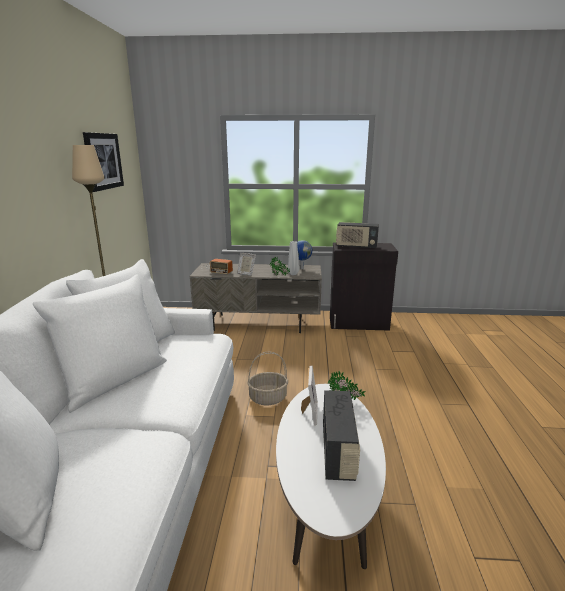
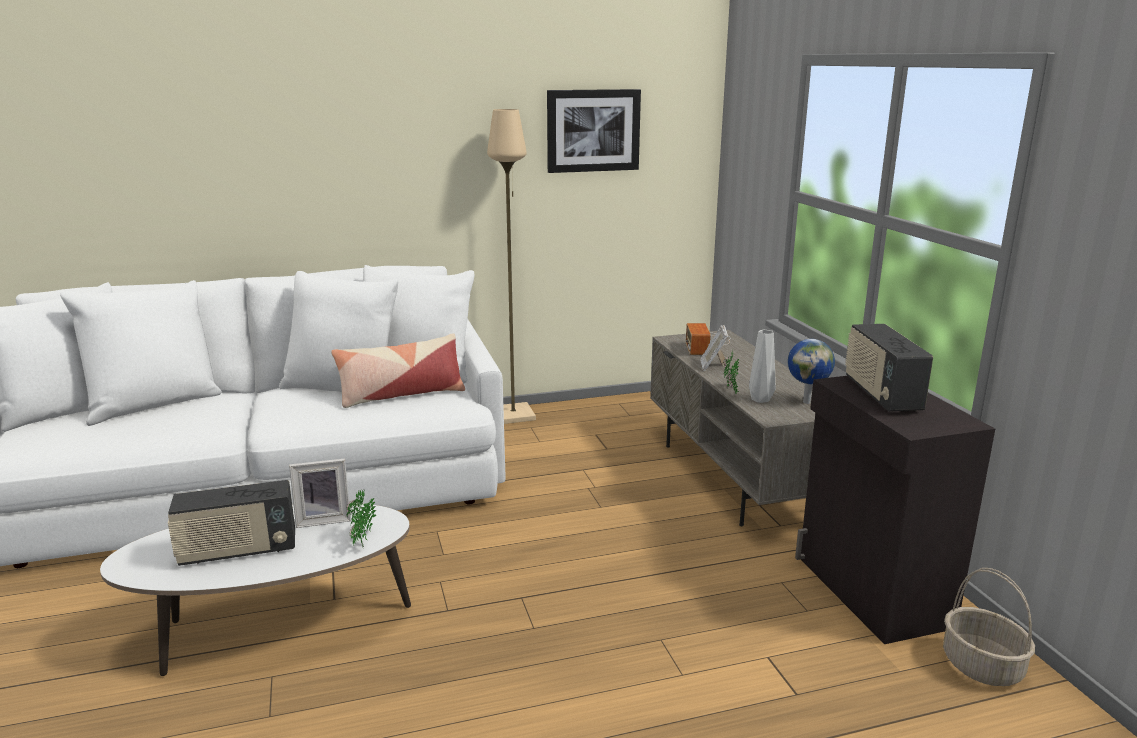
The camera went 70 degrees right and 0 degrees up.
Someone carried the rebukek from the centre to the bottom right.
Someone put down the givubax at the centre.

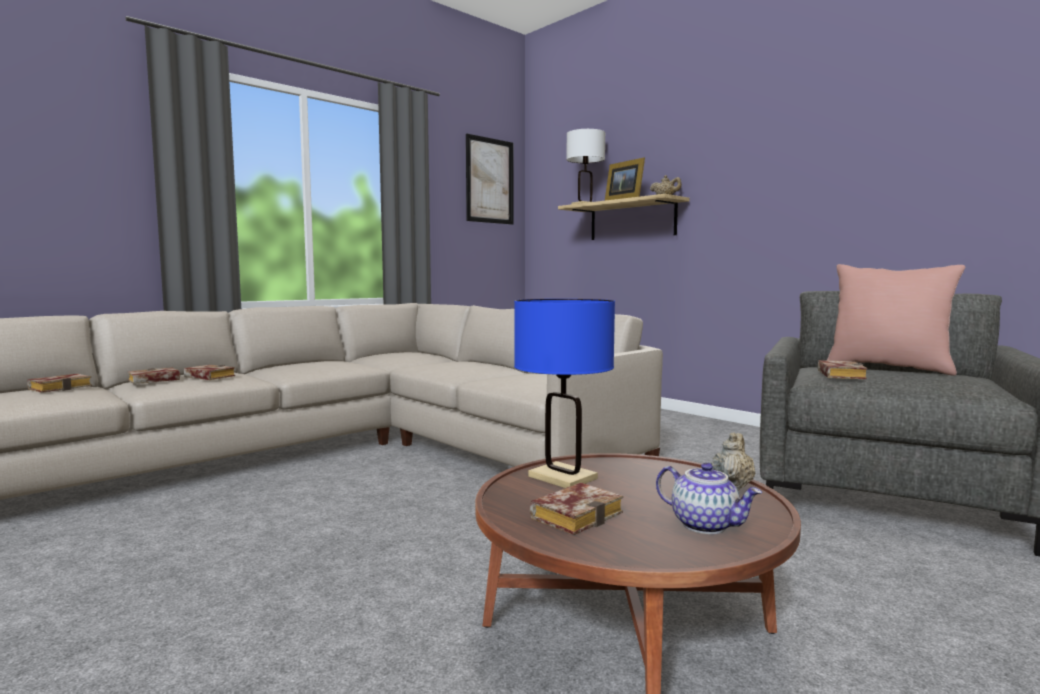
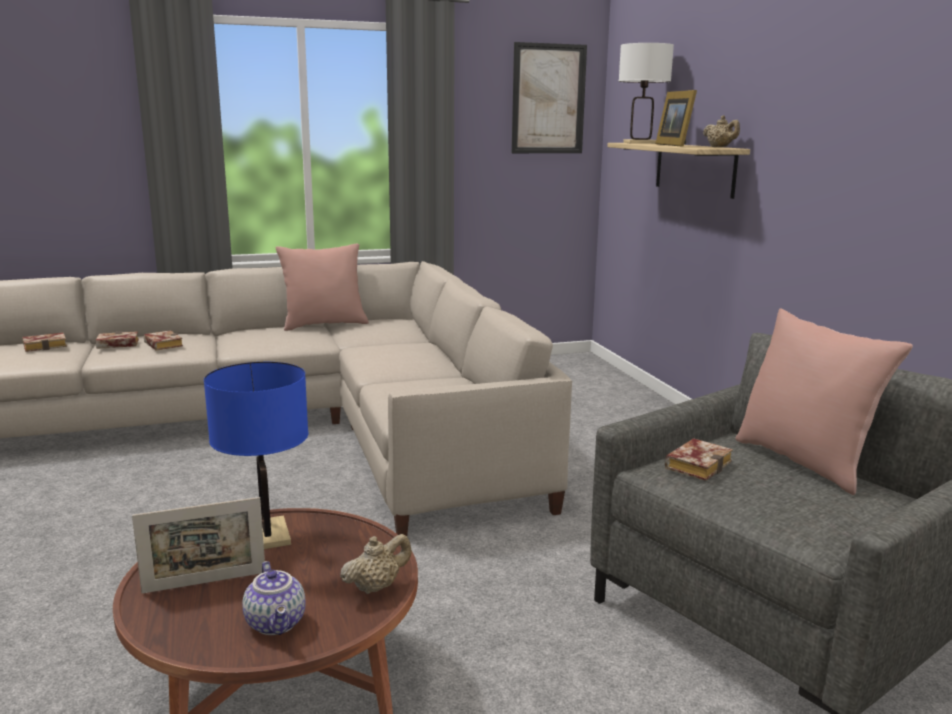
The camera went 25 degrees right and 10 degrees up.
Someone swapped the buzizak (4th from left) at the bottom centre for the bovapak (1st from left) at the bottom left.
Someone put down the pink givubax (1st from left) at the centre.

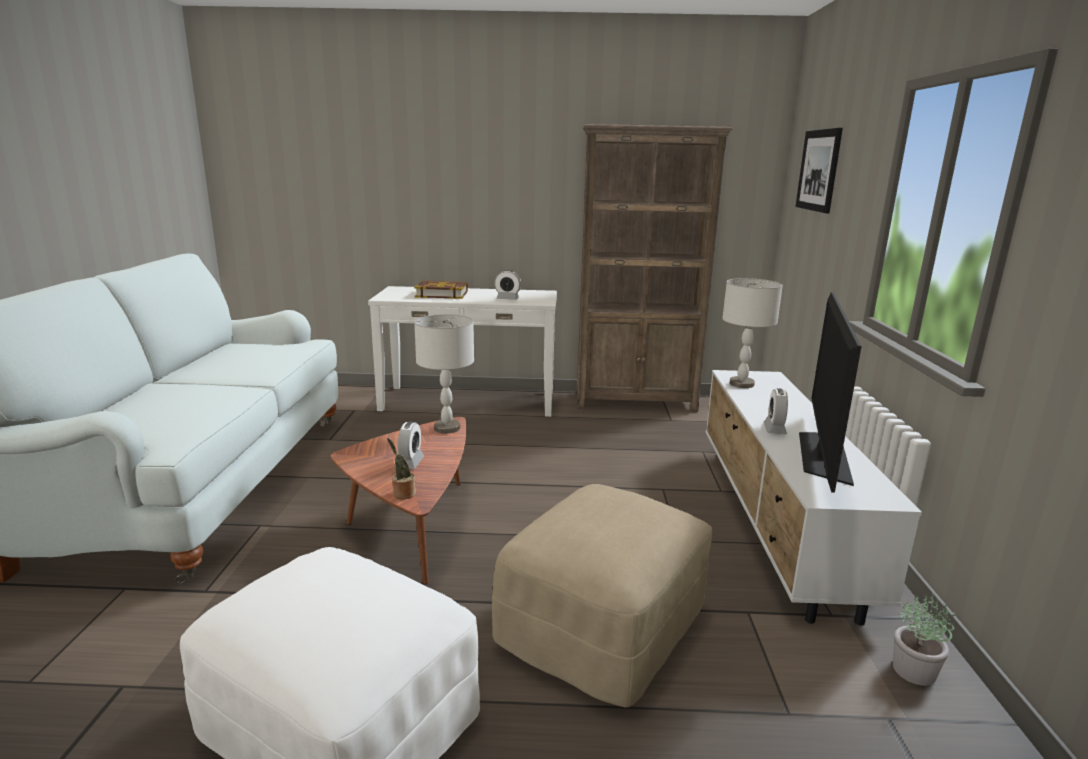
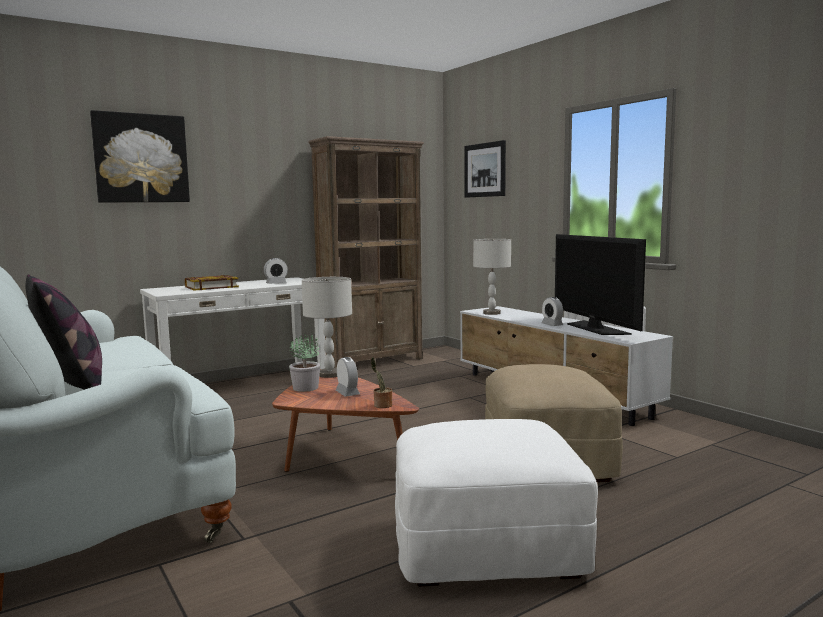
The camera went 35 degrees left and 10 degrees down.
Someone carried the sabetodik (2nd from left in the first image) from the bottom right to the centre.
Someone put up the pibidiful (1st from left) at the top left.
Someone put down the givubax at the middle left.

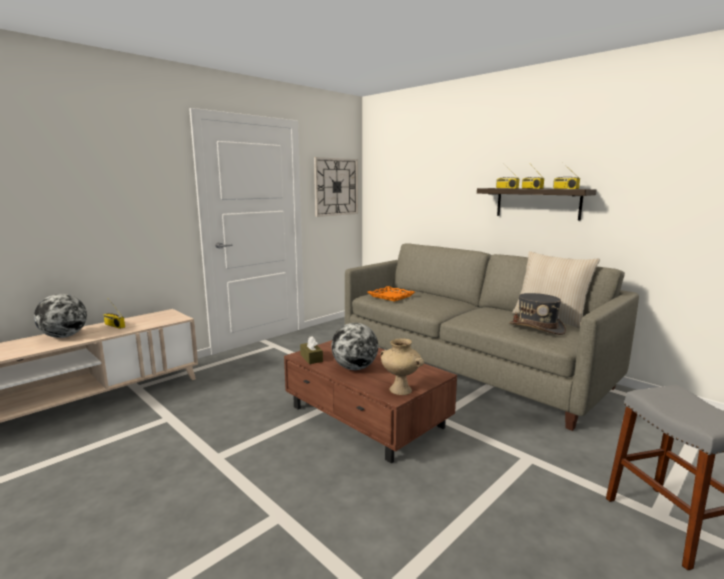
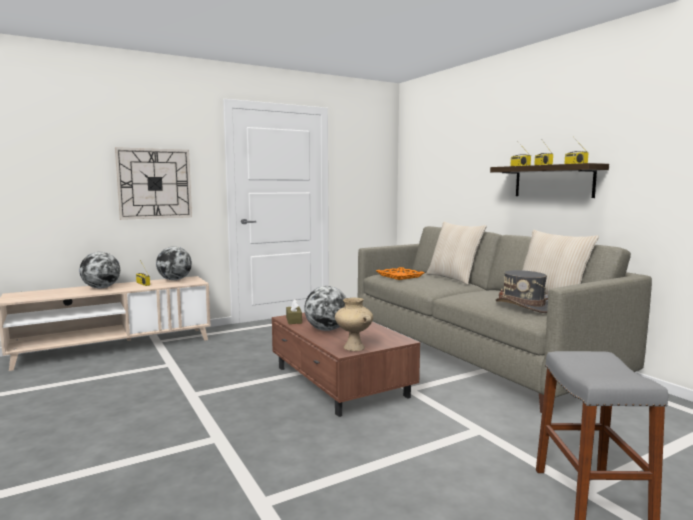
The camera went 15 degrees right and 5 degrees down.
Someone carried the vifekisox from the top centre to the middle left.
Someone put down the beige givubax (1st from left) at the centre.
Someone put down the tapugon (2nd from left) at the middle left.

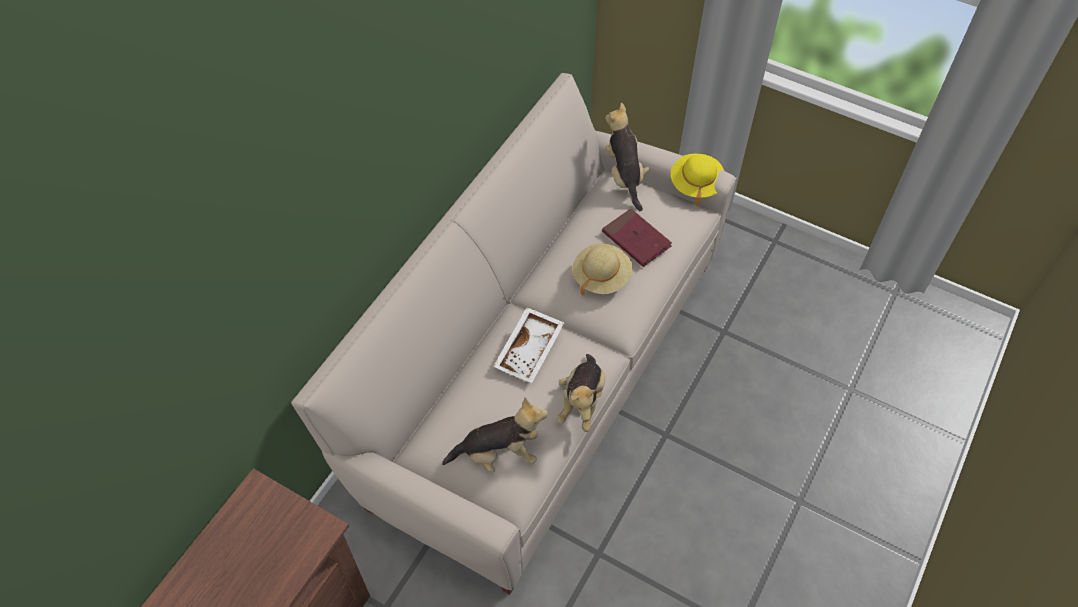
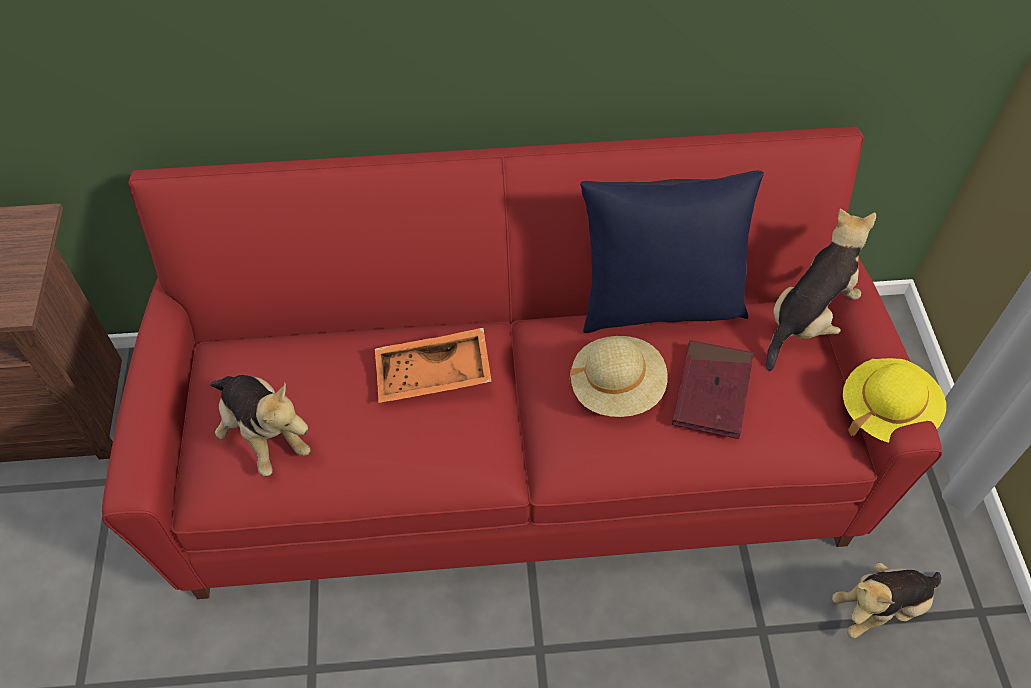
The camera went 55 degrees right and 0 degrees up.
Someone repainted the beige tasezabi at the centre, which became the red tasezabi at the centre.
Someone repainted the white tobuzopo at the centre, which became the orange tobuzopo at the centre.
Someone carried the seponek (2nd from left in the first image) from the centre to the bottom right.
Someone put down the blue givubax at the centre.

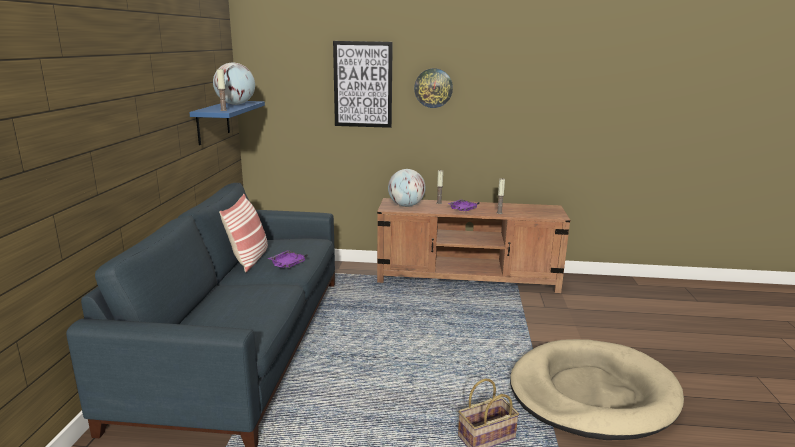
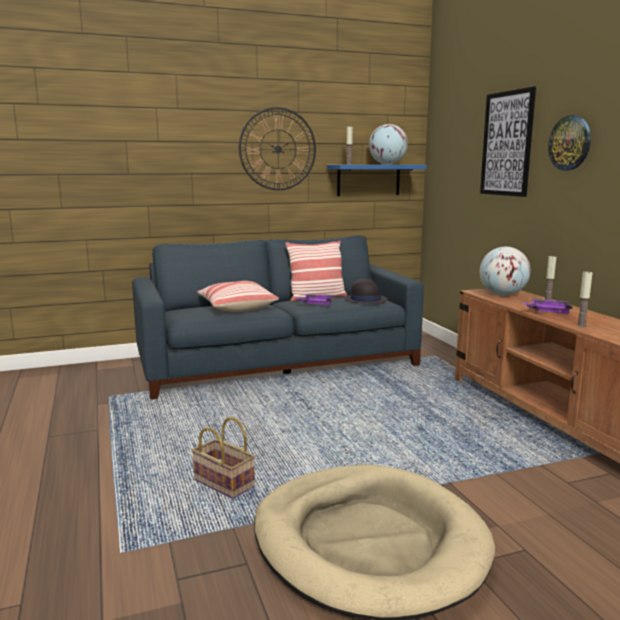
The camera went 65 degrees right and 5 degrees down.
Someone put up the vifekisox (1st from left) at the top centre.
Someone put down the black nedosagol at the centre.
Someone put down the givubax (1st from left) at the centre.

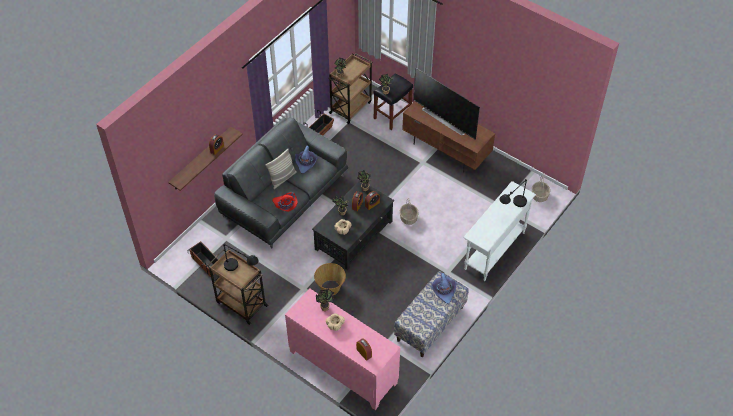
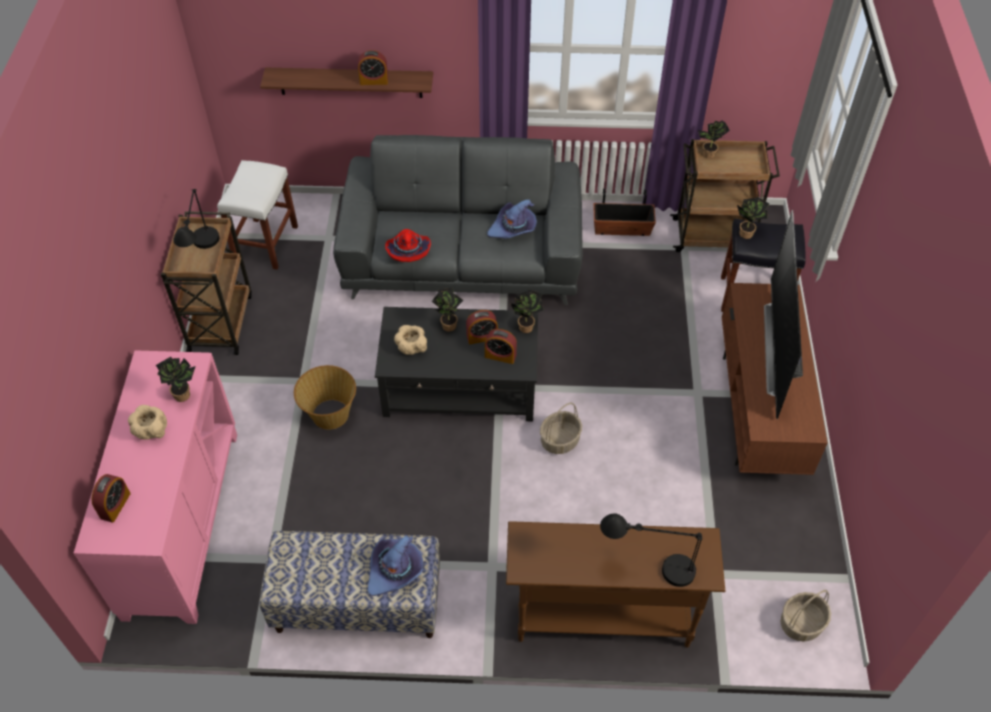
The camera went 55 degrees right and 0 degrees up.
Someone took away the givubax at the centre.
Someone repainted the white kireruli at the middle right, which became the brown kireruli at the bottom centre.
Someone swapped the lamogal (1st from left) at the middle left for the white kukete at the top left.

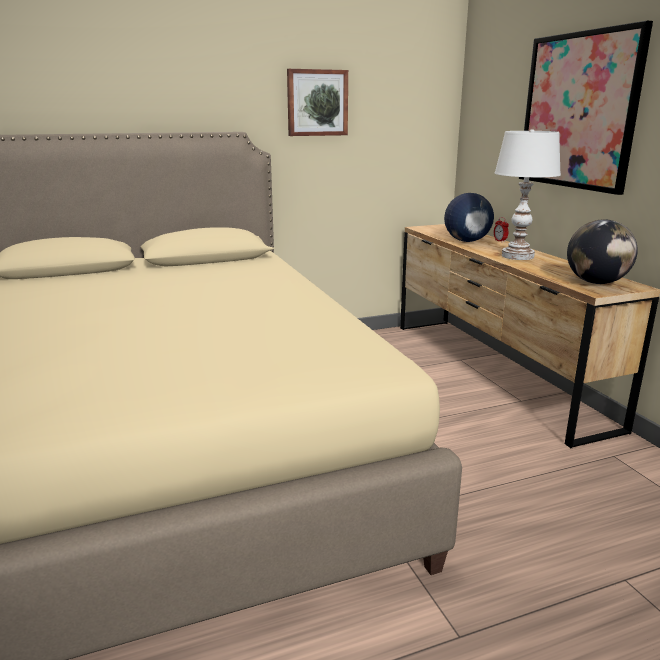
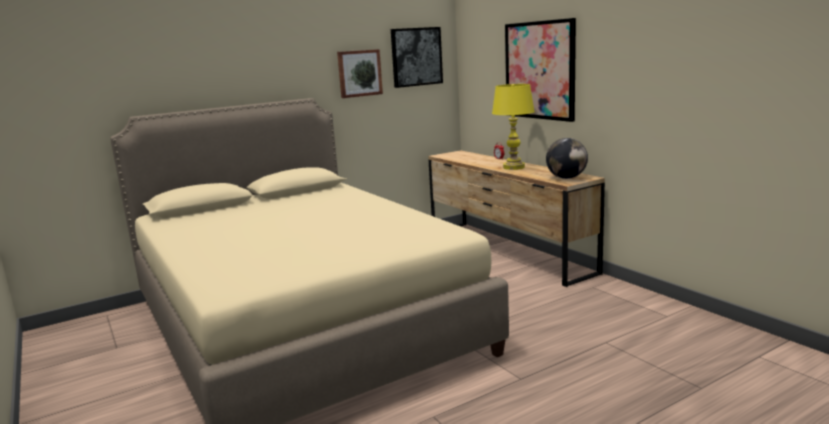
The camera went 10 degrees left and 5 degrees down.
Someone repainted the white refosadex at the top right, which became the yellow refosadex at the top centre.
Someone took away the tapugon (1st from left) at the top right.
Someone put up the pibidiful (2nd from left) at the top centre.

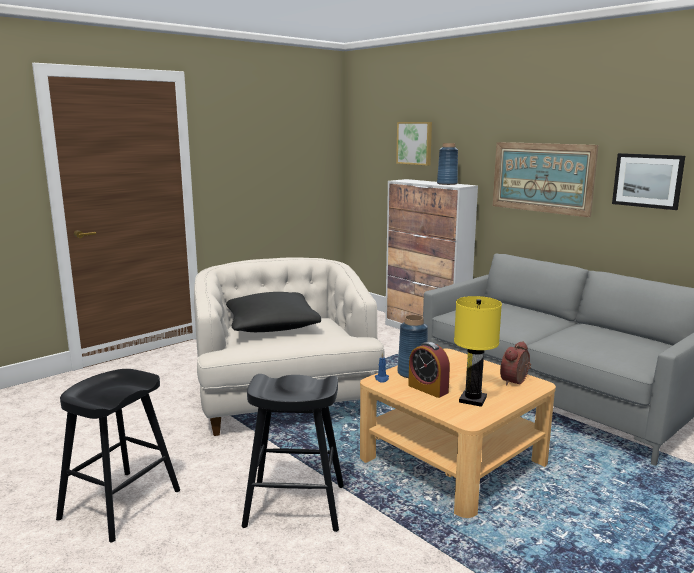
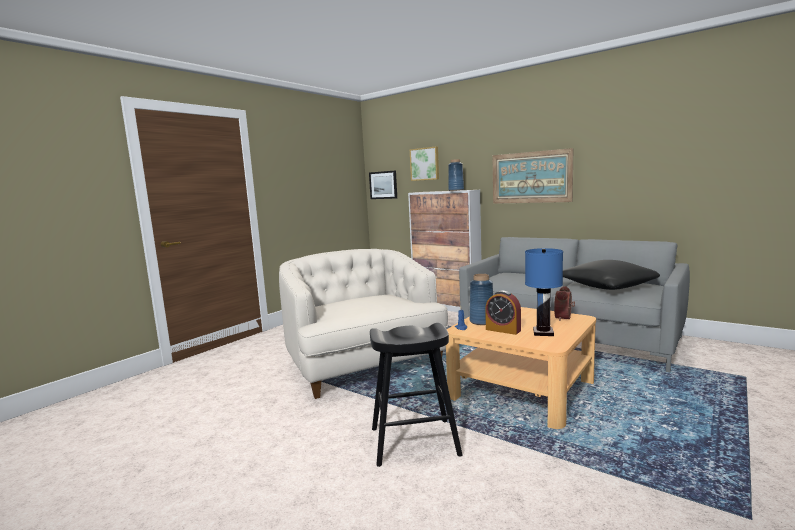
The camera went 10 degrees left and 5 degrees down.
Someone carried the pibidiful (3rd from left in the first image) from the top right to the centre.
Someone carried the black givubax from the centre to the middle right.
Someone repainted the yellow refosadex at the middle right, which became the blue refosadex at the middle right.
Someone took away the black kukete (1st from left) at the bottom left.

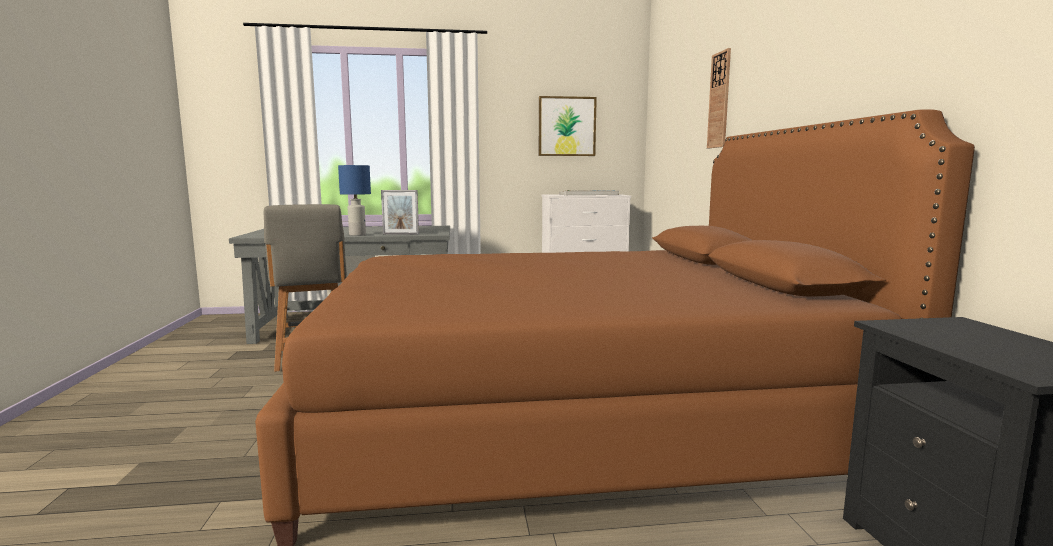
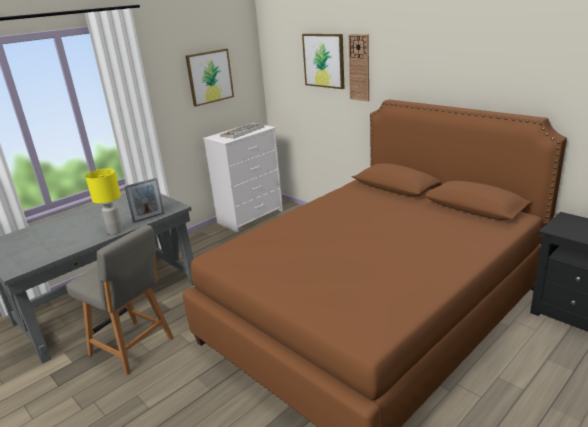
The camera went 35 degrees left and 15 degrees up.
Someone repainted the blue refosadex at the centre, which became the yellow refosadex at the middle left.
Someone put up the pibidiful (2nd from left) at the top centre.

